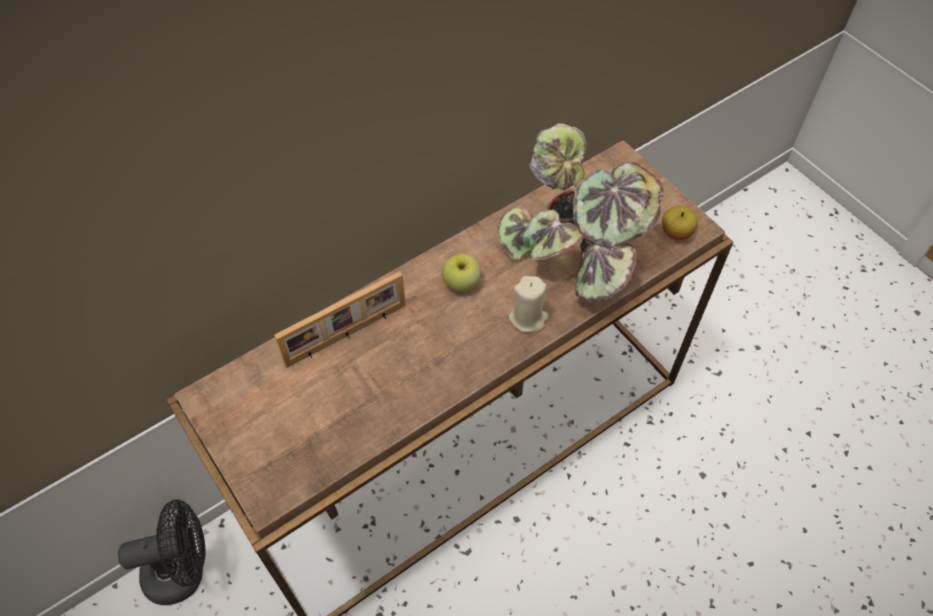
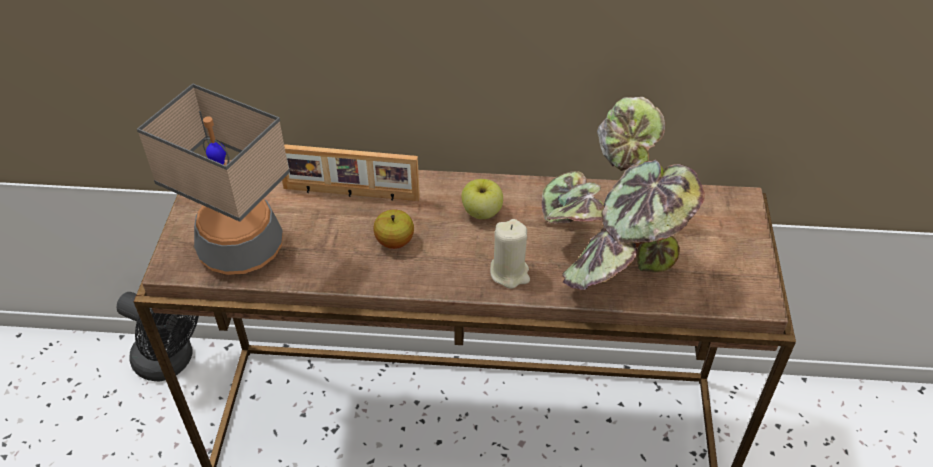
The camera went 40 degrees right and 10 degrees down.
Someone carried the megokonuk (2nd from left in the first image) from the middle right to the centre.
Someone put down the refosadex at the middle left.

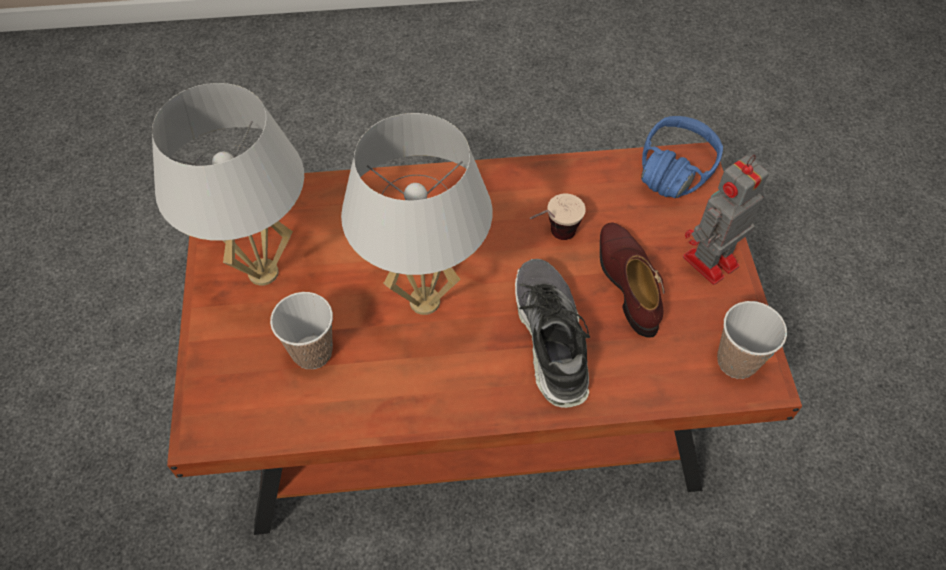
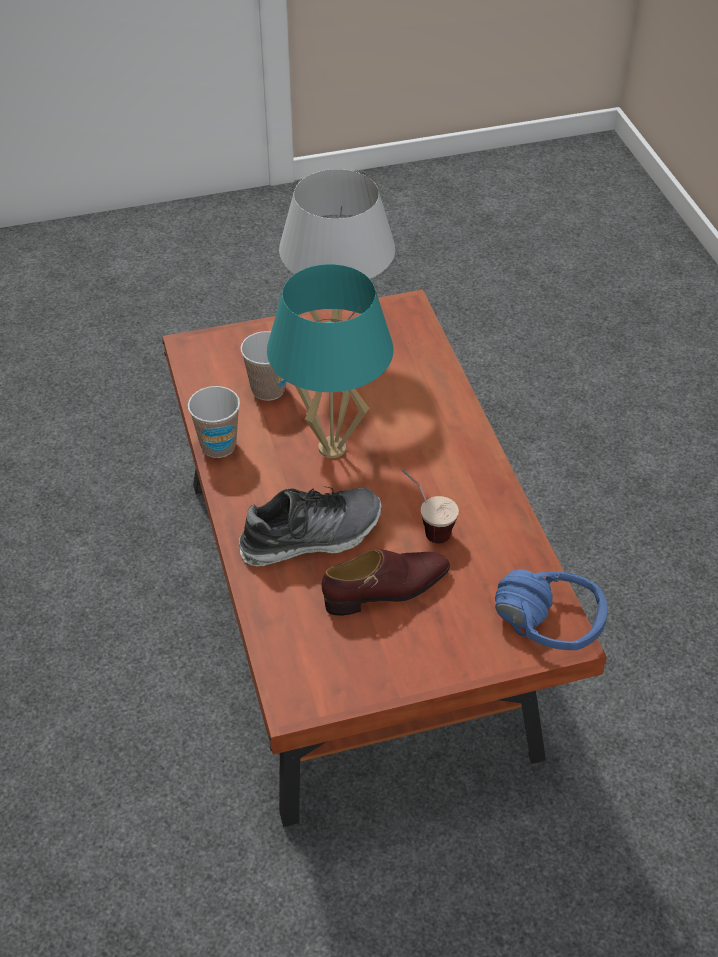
The camera went 80 degrees right and 10 degrees down.
Someone repainted the white refosadex (2nd from left) at the centre, which became the turquoise refosadex at the centre.
Someone took away the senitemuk at the middle right.
Someone carried the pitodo (3rd from left in the first image) from the middle right to the middle left.

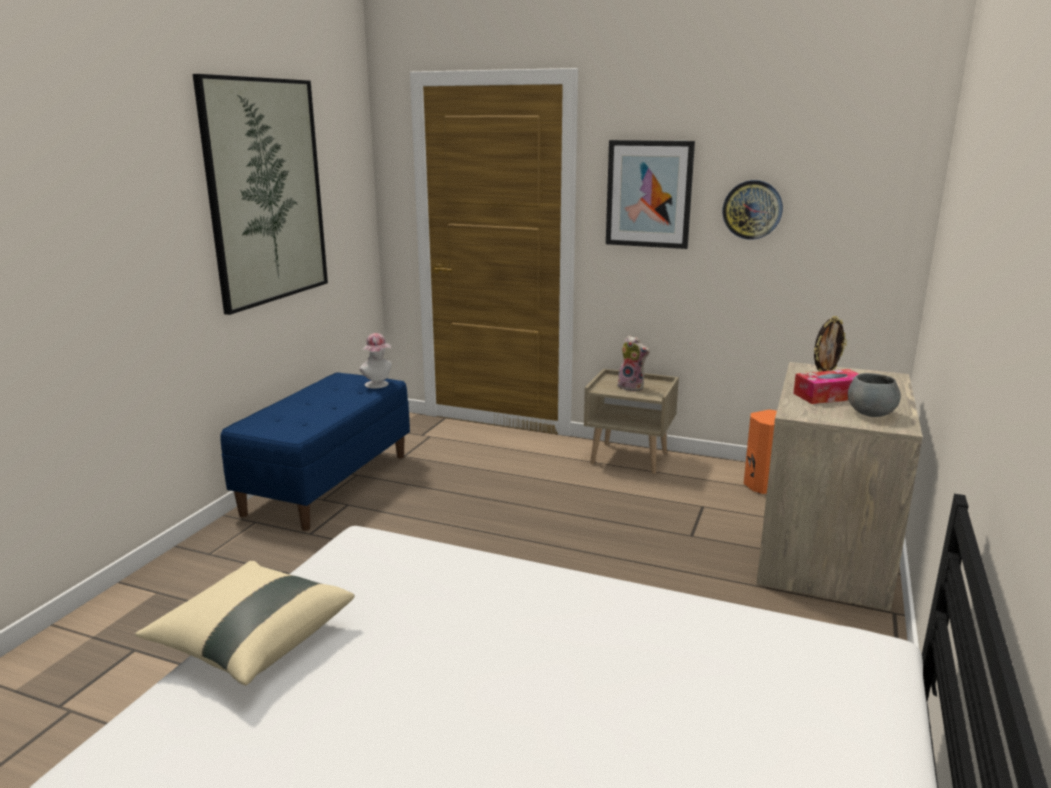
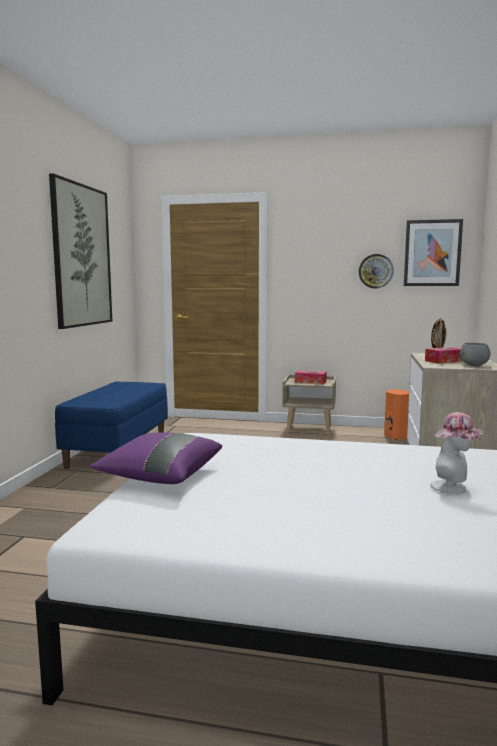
The camera went 10 degrees left and 10 degrees down.
Someone carried the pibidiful (2nd from left) from the top centre to the middle right.
Someone carried the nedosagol from the centre to the middle right.
Someone swapped the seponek at the centre for the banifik (1st from left) at the centre.
Someone repainted the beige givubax at the bottom left, which became the purple givubax at the middle left.

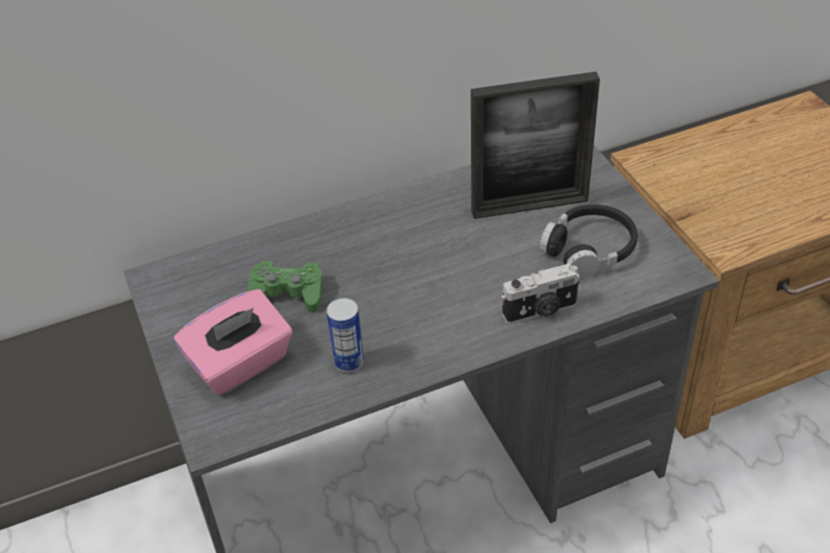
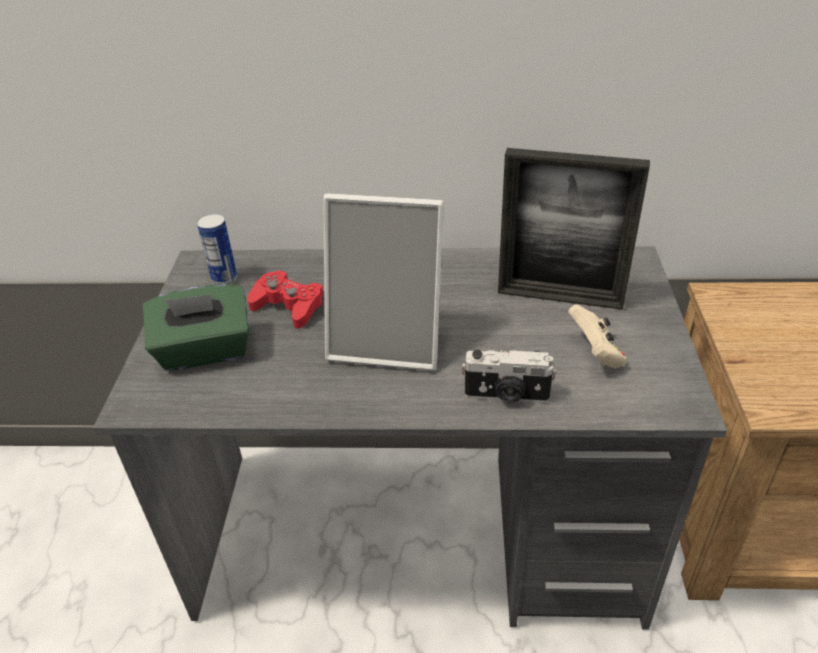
The camera went 25 degrees right and 5 degrees down.
Someone swapped the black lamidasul at the middle right for the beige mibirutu at the middle right.
Someone repainted the green mibirutu at the centre, which became the red mibirutu at the centre.
Someone repainted the pink banifik at the middle left, which became the green banifik at the middle left.
Someone carried the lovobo from the centre to the middle left.
Someone put down the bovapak (1st from left) at the centre.

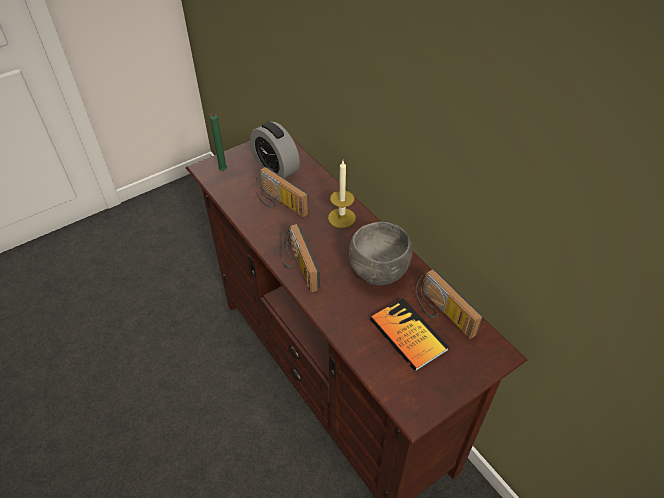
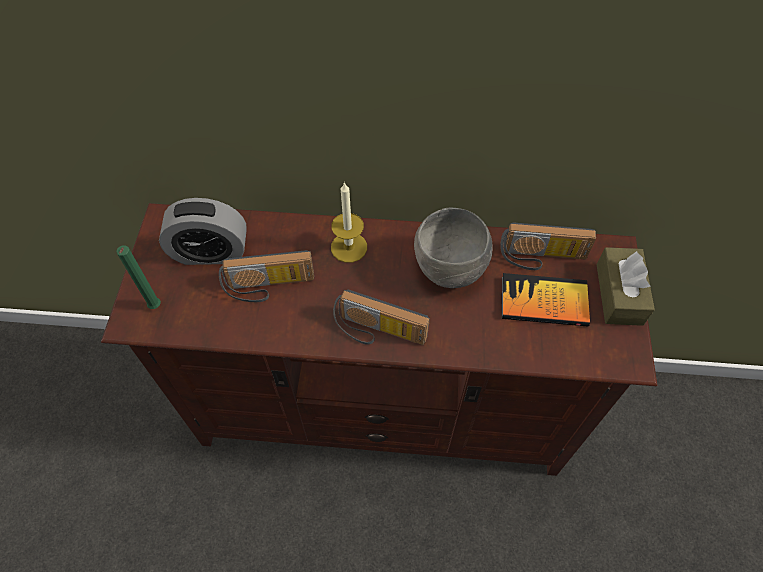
The camera went 50 degrees left and 10 degrees up.
Someone put down the brown banifik at the middle right.

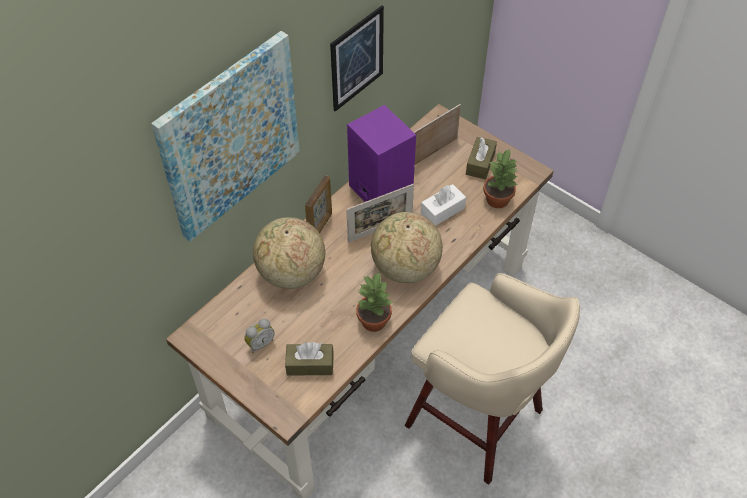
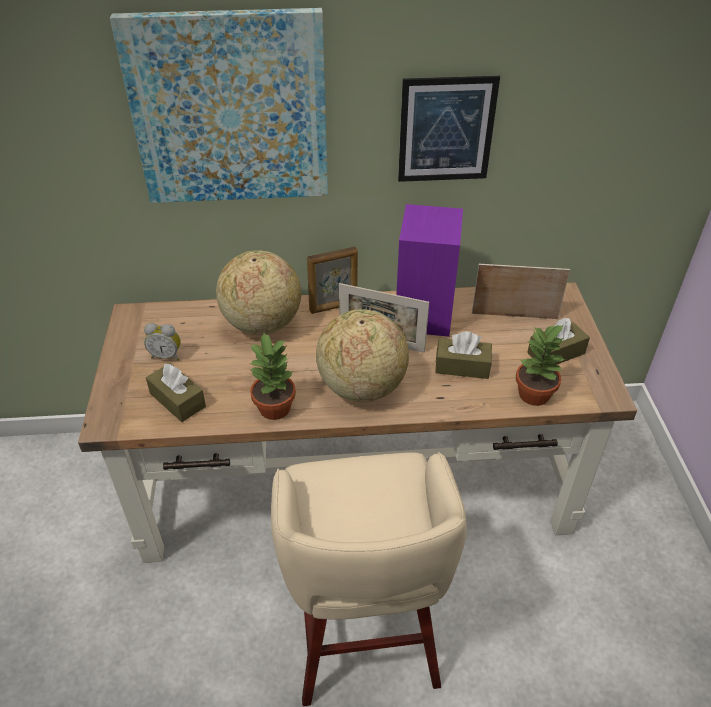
The camera went 45 degrees right and 10 degrees down.
Someone repainted the white banifik at the centre, which became the brown banifik (2nd from left) at the centre.

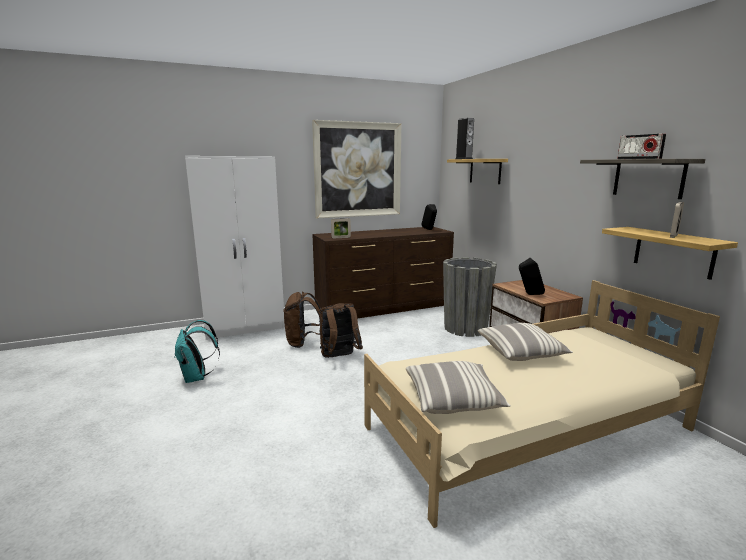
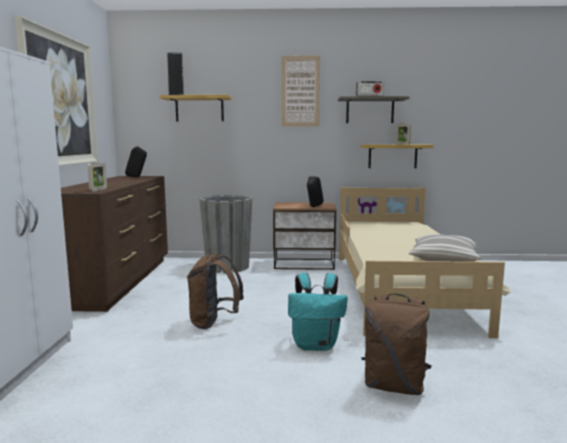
The camera went 65 degrees left and 5 degrees down.
Someone carried the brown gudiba (1st from left in the first image) from the centre to the bottom right.
Someone carried the turquoise gudiba from the middle left to the bottom centre.
Someone took away the givubax (2nd from left) at the middle right.
Someone put up the pibidiful (2nd from left) at the top centre.

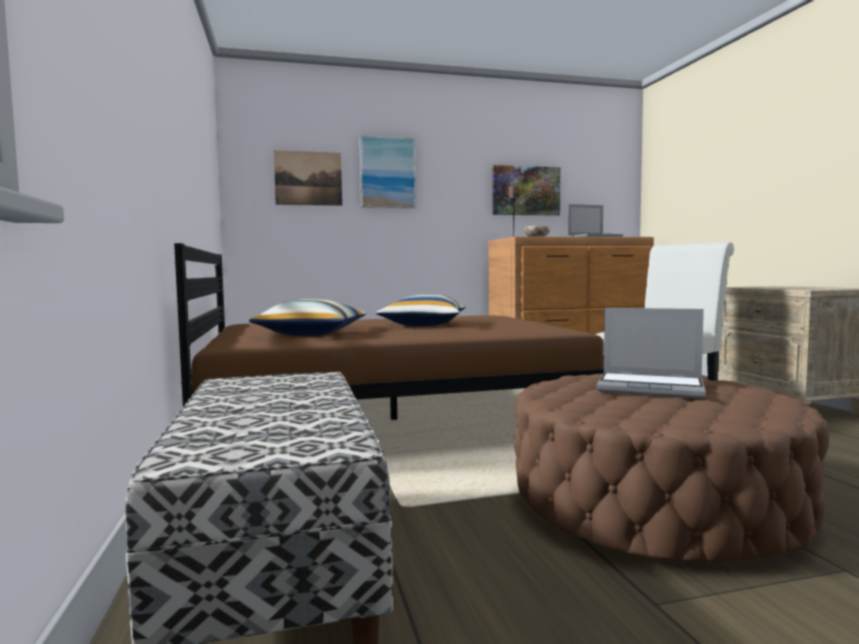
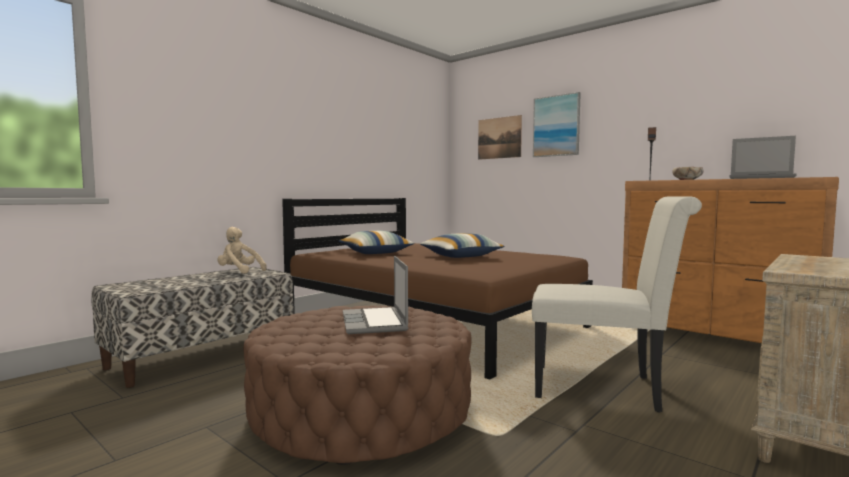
The camera went 55 degrees right and 0 degrees up.
Someone took away the pibidiful (3rd from left) at the top centre.
Someone put down the beige seponek at the middle left.

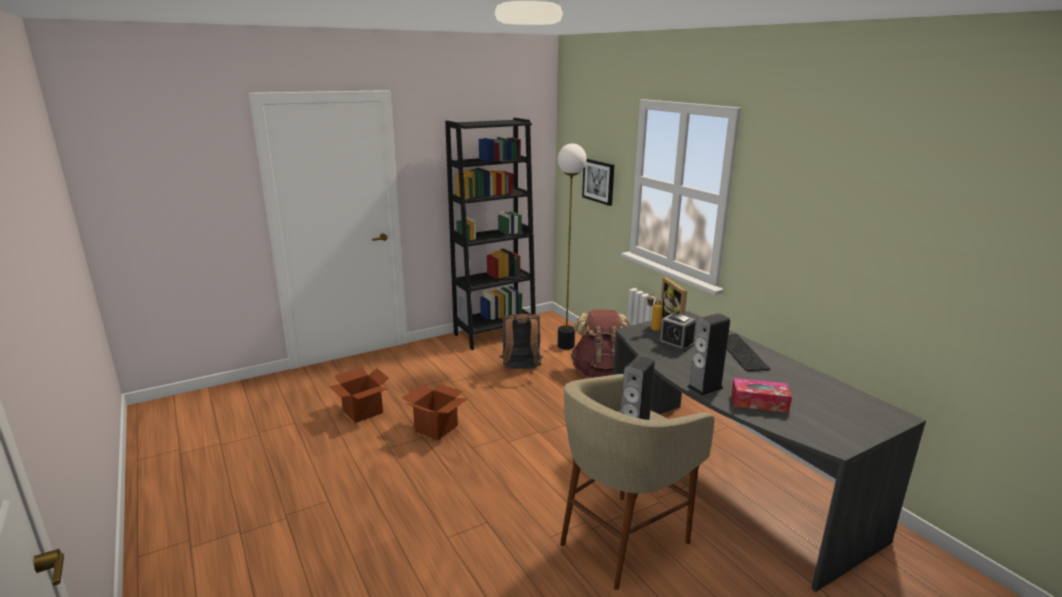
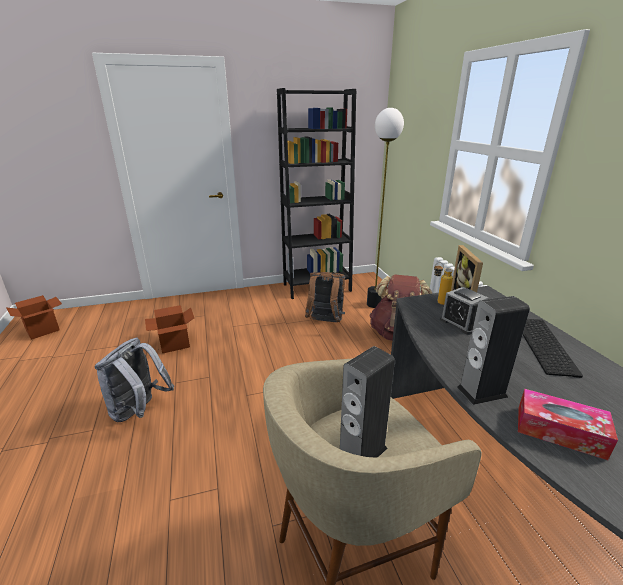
The camera went 15 degrees right and 5 degrees up.
Someone took away the pibidiful at the top centre.
Someone carried the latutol (2nd from left in the first image) from the bottom centre to the middle left.
Someone put down the grey gudiba at the middle left.

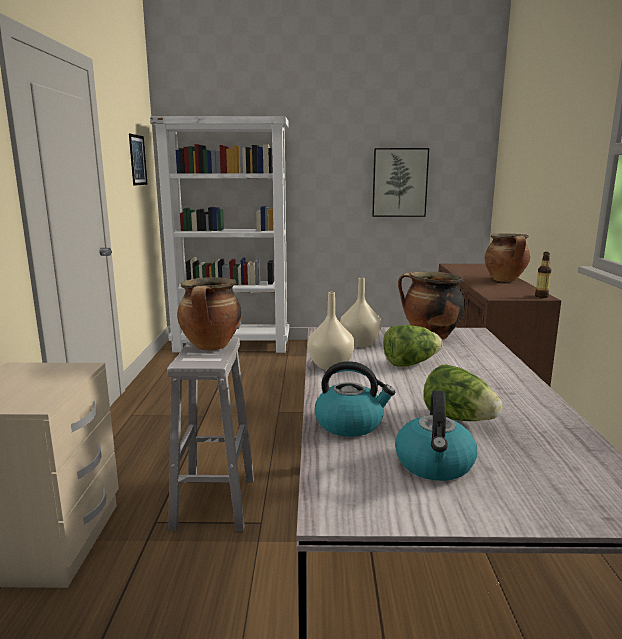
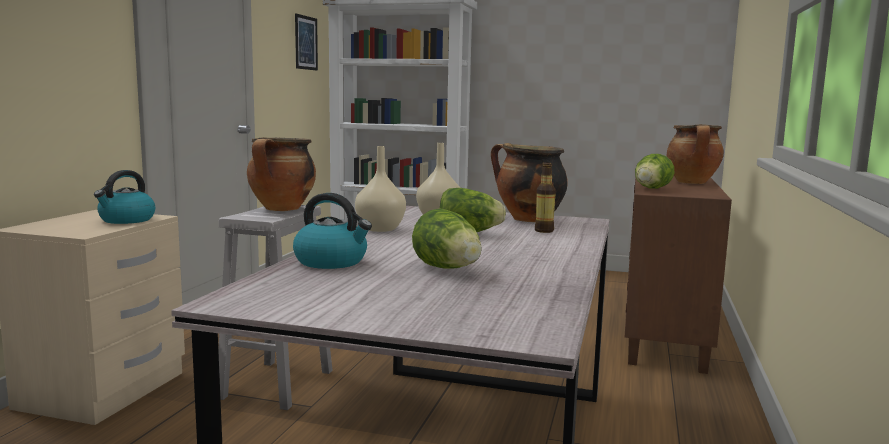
The camera went 15 degrees right and 5 degrees down.
Someone took away the pibidiful (2nd from left) at the top centre.
Someone carried the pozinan from the middle right to the centre.
Someone carried the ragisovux (2nd from left in the first image) from the bottom right to the middle left.
Someone put down the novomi (3rd from left) at the middle right.

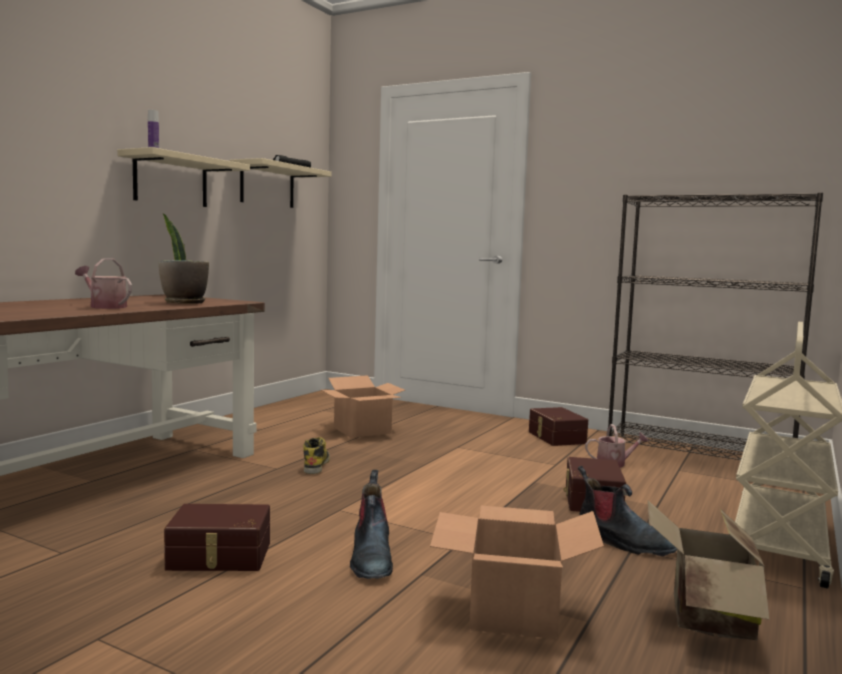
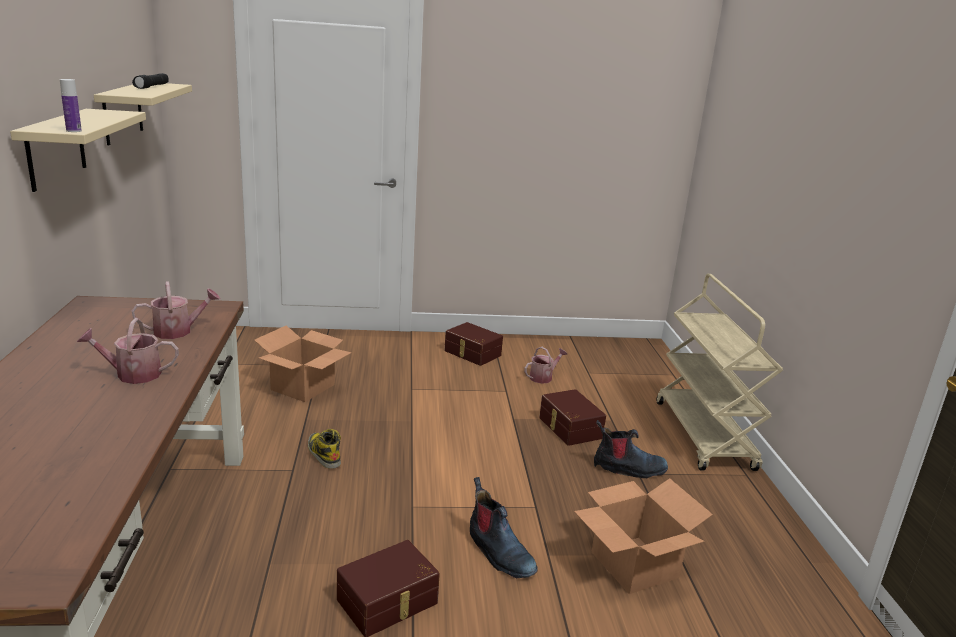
The camera went 35 degrees left and 15 degrees up.
Someone took away the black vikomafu at the middle right.
Someone swapped the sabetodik at the middle left for the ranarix (2nd from left) at the middle left.
Someone took away the latutol (3rd from left) at the bottom right.

